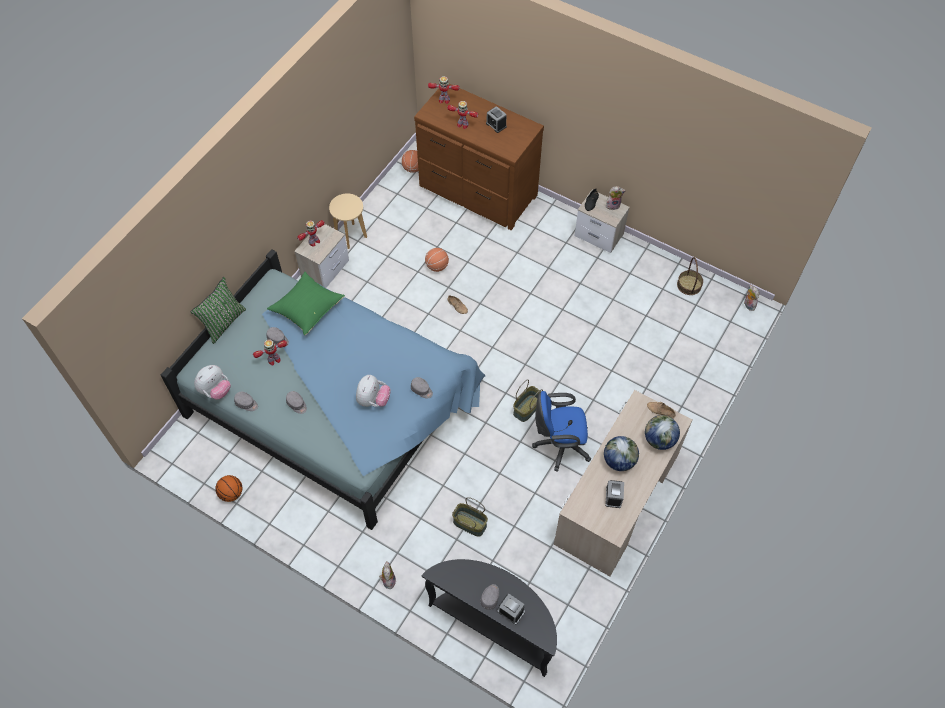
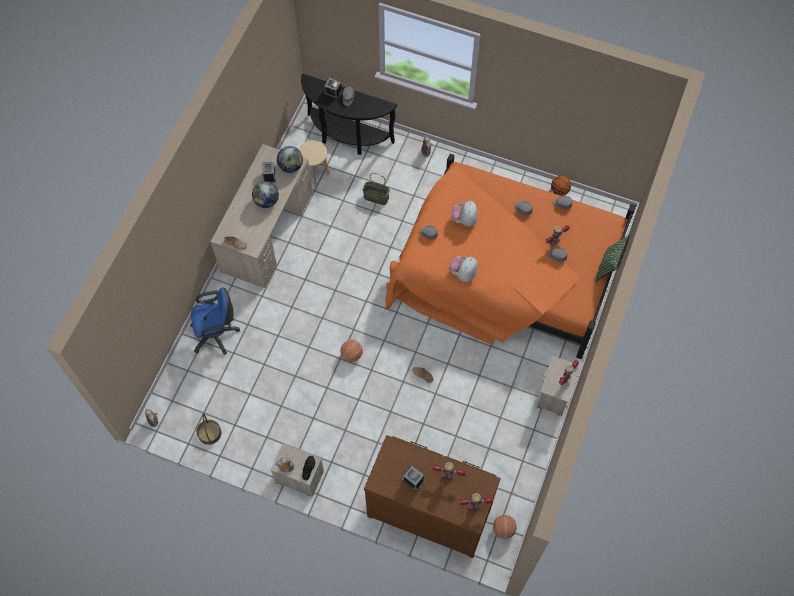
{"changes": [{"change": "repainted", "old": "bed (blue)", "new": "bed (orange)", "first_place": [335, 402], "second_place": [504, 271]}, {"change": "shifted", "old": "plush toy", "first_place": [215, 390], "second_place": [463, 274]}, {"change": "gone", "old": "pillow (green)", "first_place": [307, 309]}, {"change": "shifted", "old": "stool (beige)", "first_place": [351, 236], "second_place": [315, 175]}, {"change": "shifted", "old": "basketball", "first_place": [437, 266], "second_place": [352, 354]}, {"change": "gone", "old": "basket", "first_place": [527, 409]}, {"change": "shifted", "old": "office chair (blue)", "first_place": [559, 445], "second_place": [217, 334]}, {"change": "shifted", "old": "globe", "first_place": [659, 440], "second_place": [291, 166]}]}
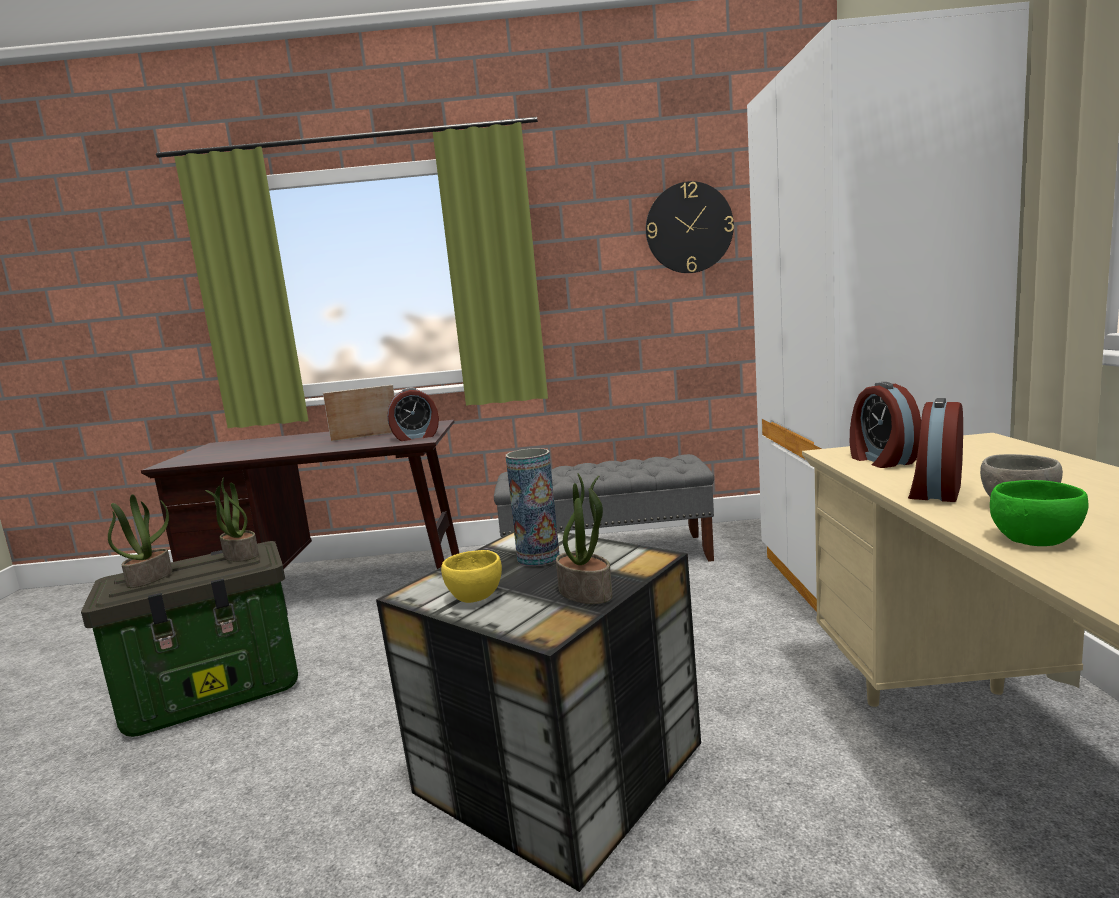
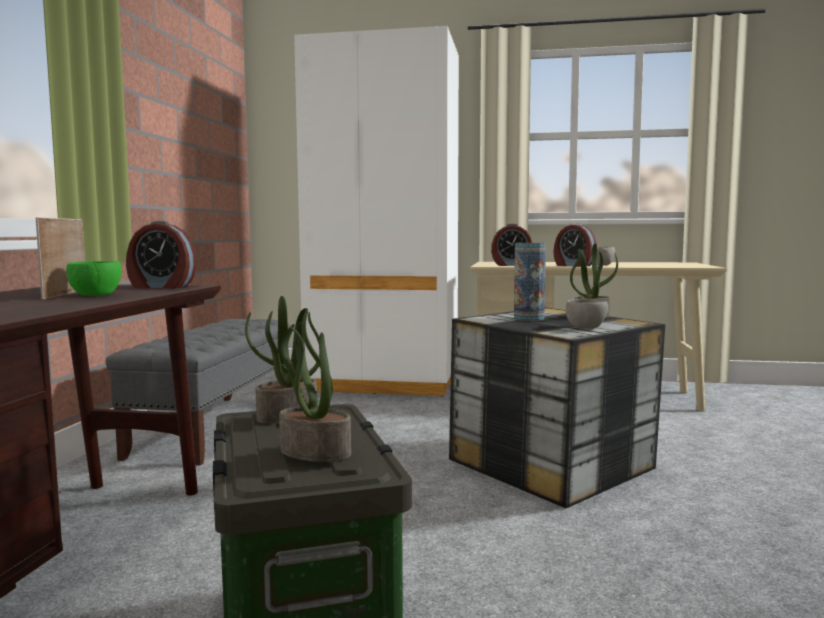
{"changes": [{"change": "rotated", "old": "alarm clock", "first_place": [416, 437], "second_place": [161, 287], "degrees": 105}, {"change": "repainted", "old": "bowl (yellow)", "new": "bowl (grey)", "first_place": [476, 596], "second_place": [585, 327]}, {"change": "gone", "old": "wall clock", "first_place": [689, 228]}, {"change": "shifted", "old": "bowl (green)", "first_place": [1033, 539], "second_place": [94, 295]}]}
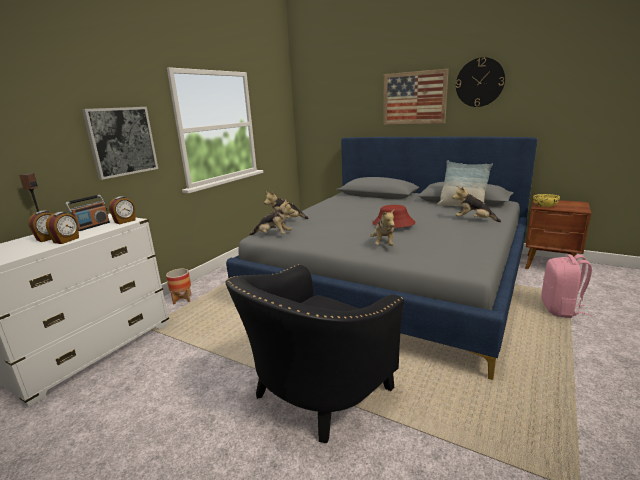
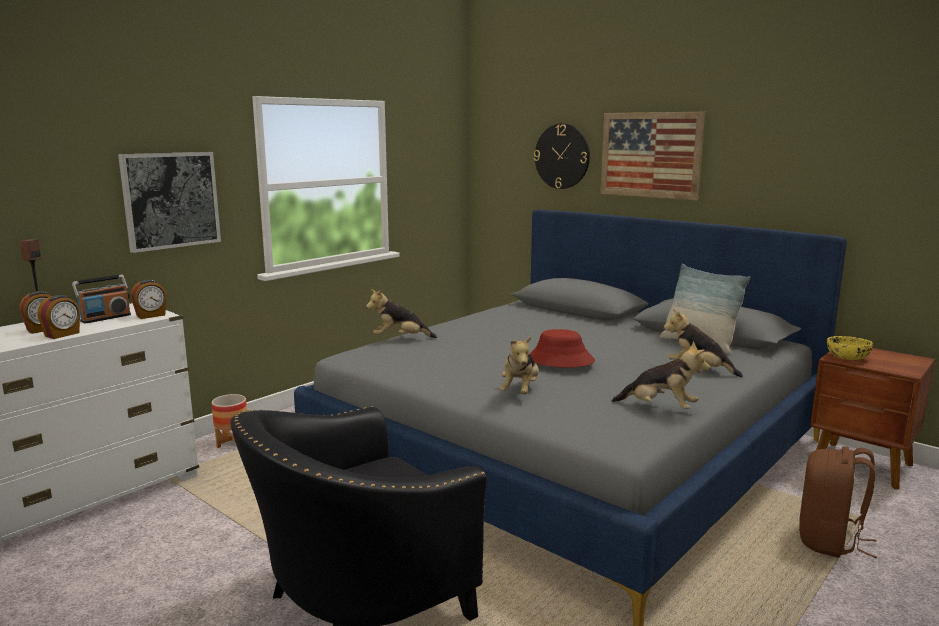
{"changes": [{"change": "shifted", "old": "plush toy", "first_place": [273, 236], "second_place": [660, 408]}, {"change": "shifted", "old": "wall clock", "first_place": [479, 82], "second_place": [562, 156]}, {"change": "repainted", "old": "backpack (pink)", "new": "backpack (brown)", "first_place": [560, 309], "second_place": [830, 541]}]}
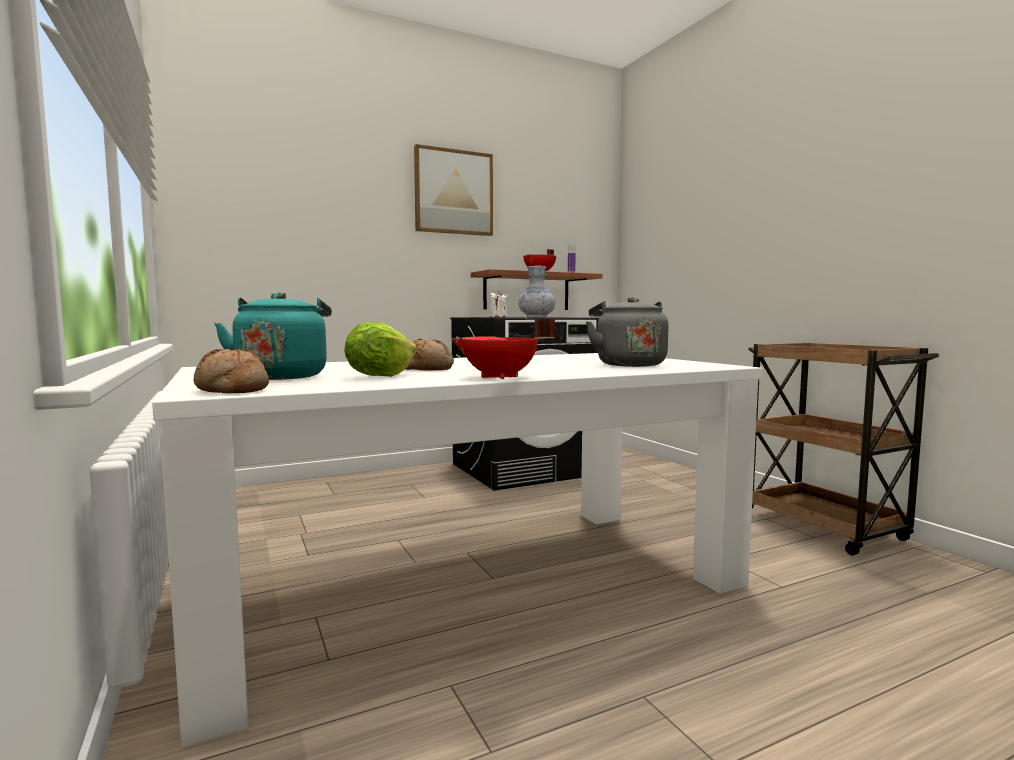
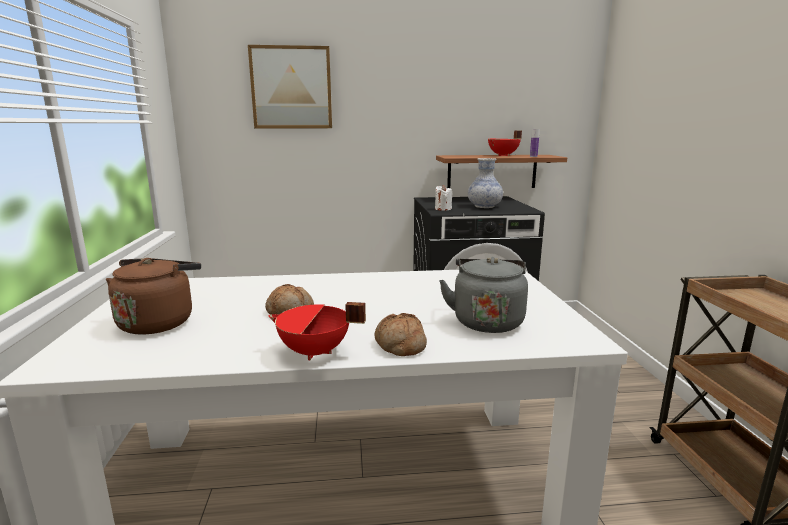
{"changes": [{"change": "shifted", "old": "bread", "first_place": [231, 390], "second_place": [399, 345]}, {"change": "repainted", "old": "kettle (turquoise)", "new": "kettle (brown)", "first_place": [282, 376], "second_place": [159, 322]}, {"change": "gone", "old": "lettuce", "first_place": [380, 376]}, {"change": "shifted", "old": "picture", "first_place": [453, 192], "second_place": [291, 88]}]}
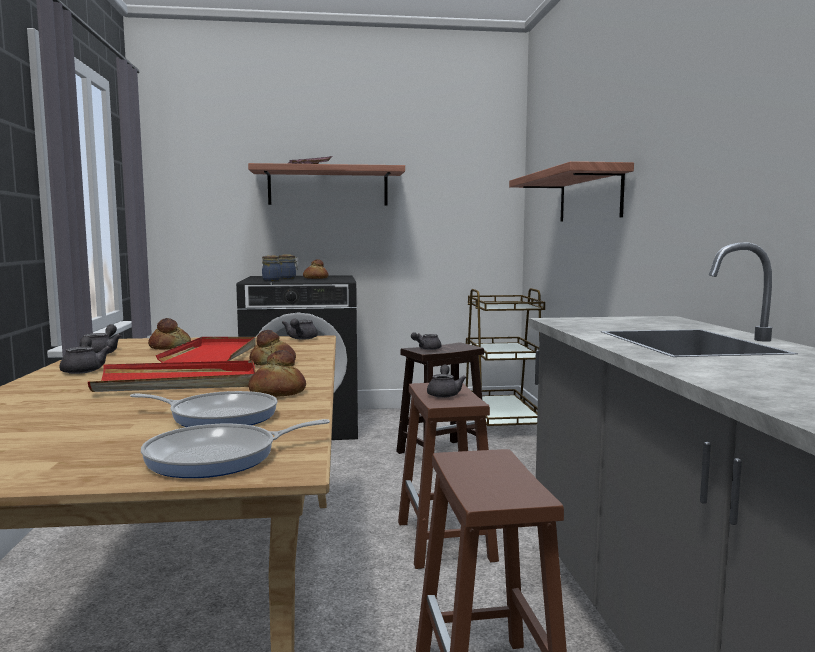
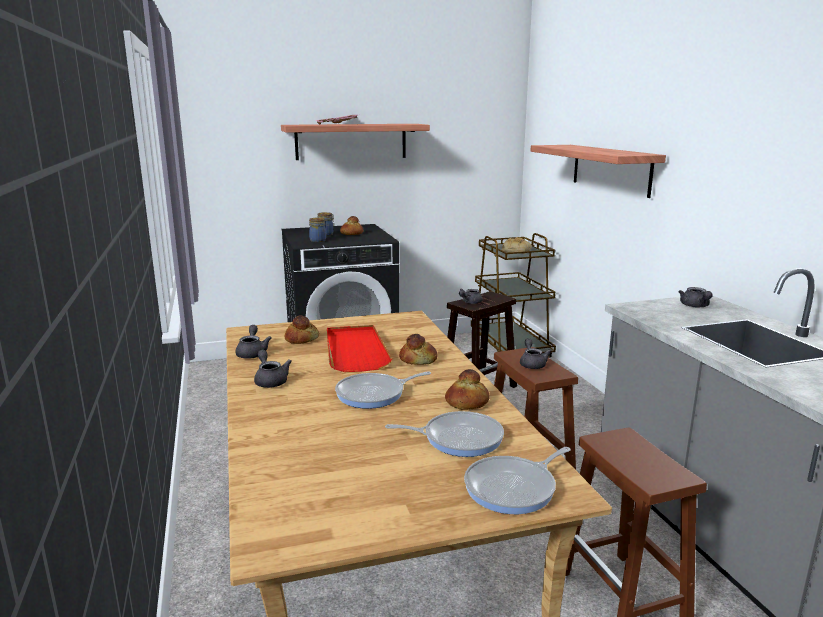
{"changes": [{"change": "swapped", "old": "tray (red)", "new": "frying pan", "first_place": [178, 383], "second_place": [374, 394]}, {"change": "shifted", "old": "teapot (grey)", "first_place": [300, 339], "second_place": [695, 306]}, {"change": "new", "new": "bread", "second_place": [516, 250]}]}
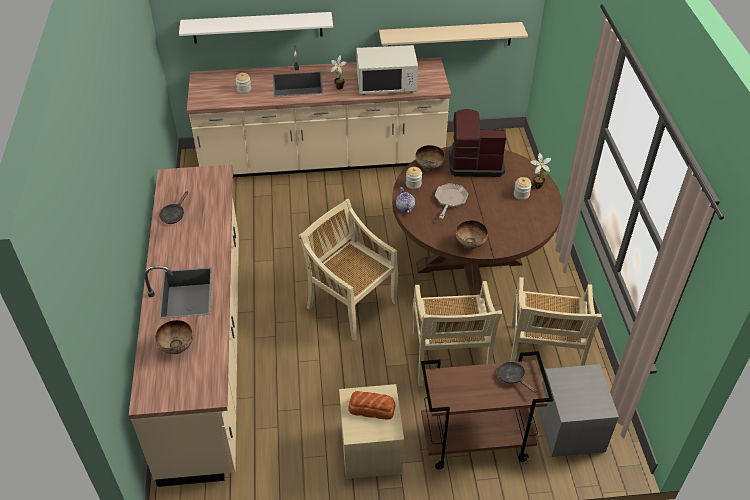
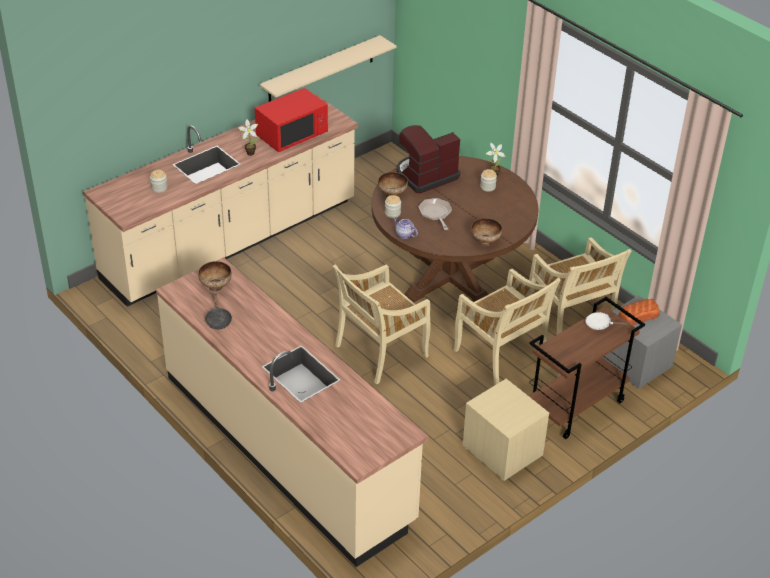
{"changes": [{"change": "shifted", "old": "bowl", "first_place": [177, 348], "second_place": [216, 287]}, {"change": "gone", "old": "shelf (white)", "first_place": [257, 27]}, {"change": "rotated", "old": "chair (beige)", "first_place": [351, 304], "second_place": [380, 352], "degrees": -45}, {"change": "shifted", "old": "bread", "first_place": [371, 408], "second_place": [638, 316]}, {"change": "repainted", "old": "microwave (white)", "new": "microwave (red)", "first_place": [386, 84], "second_place": [292, 135]}, {"change": "repainted", "old": "frying pan (black)", "new": "frying pan (white)", "first_place": [512, 377], "second_place": [600, 325]}]}
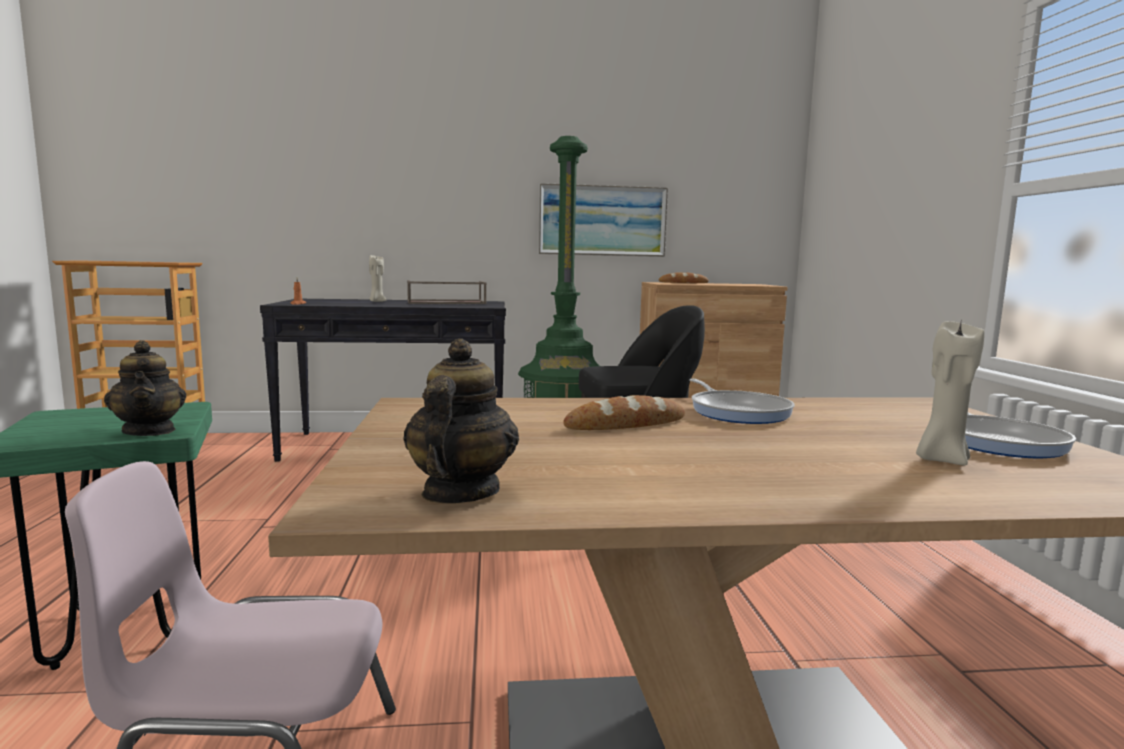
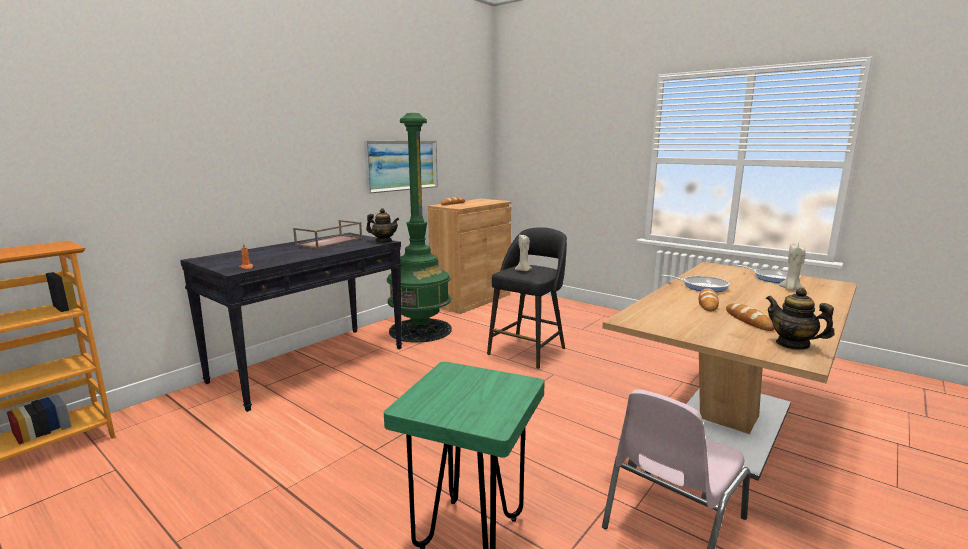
{"changes": [{"change": "shifted", "old": "teapot", "first_place": [150, 431], "second_place": [383, 241]}, {"change": "shifted", "old": "candle (beige)", "first_place": [377, 301], "second_place": [523, 270]}, {"change": "new", "new": "bread", "second_place": [748, 320]}]}
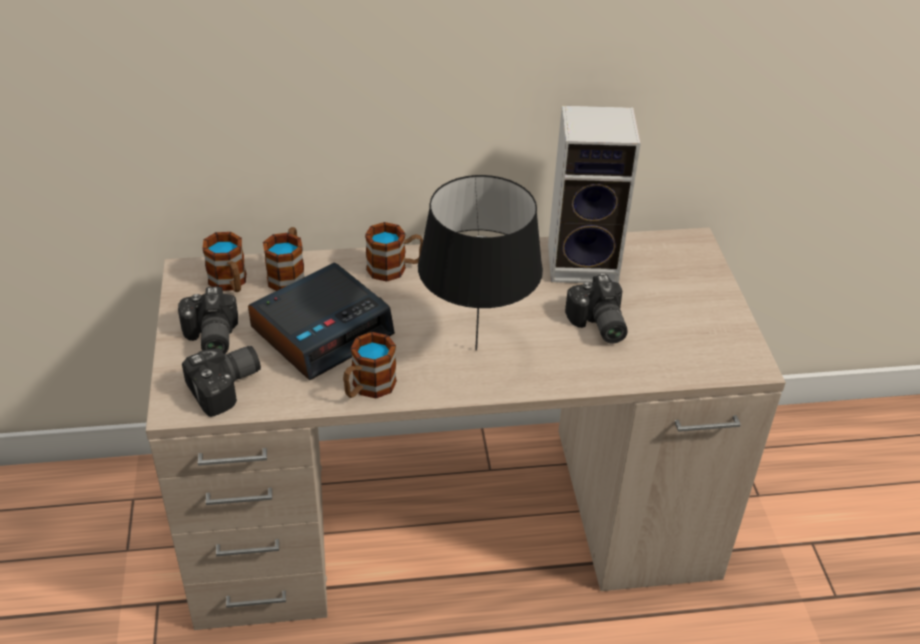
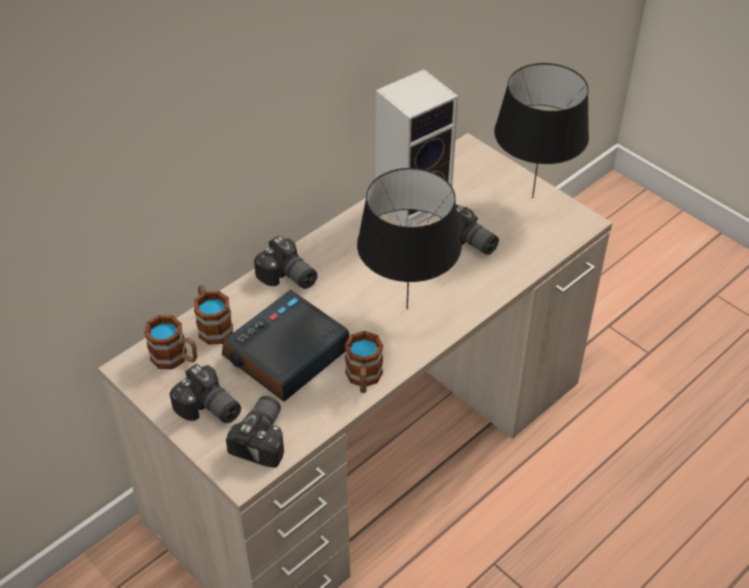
{"changes": [{"change": "rotated", "old": "alarm clock", "first_place": [322, 330], "second_place": [286, 355], "degrees": -150}, {"change": "swapped", "old": "mug", "new": "photo camera", "first_place": [394, 268], "second_place": [287, 278]}, {"change": "new", "new": "table lamp (black)", "second_place": [533, 197]}]}
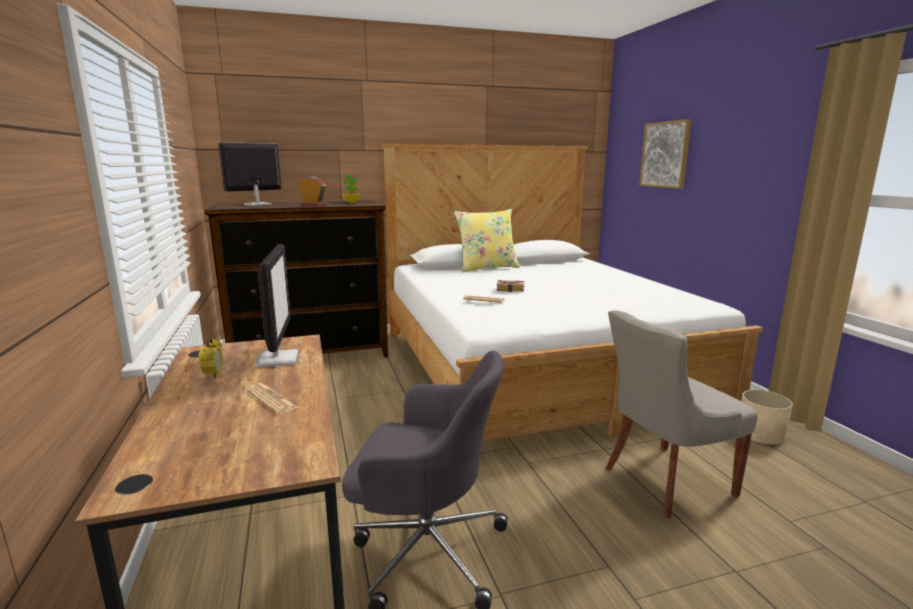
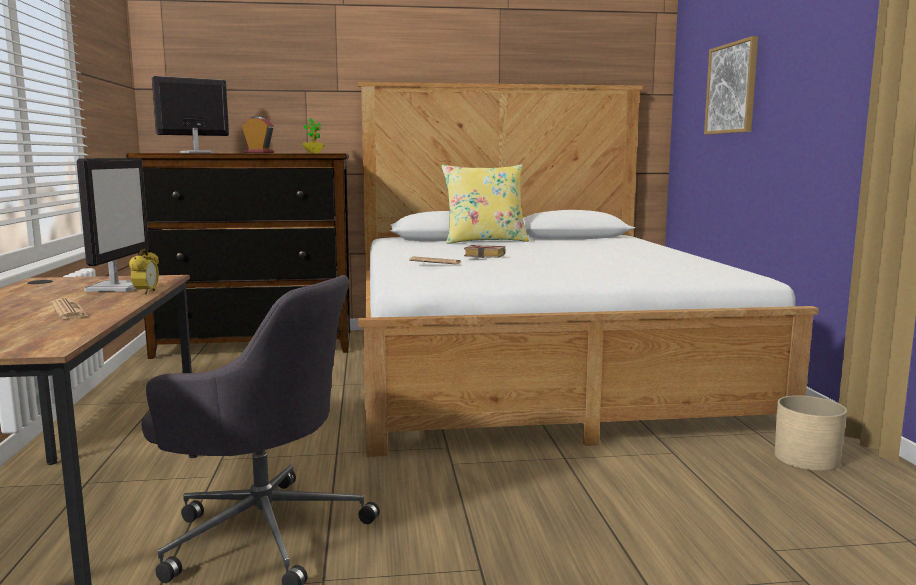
{"changes": [{"change": "shifted", "old": "alarm clock", "first_place": [214, 375], "second_place": [146, 292]}, {"change": "gone", "old": "chair (grey)", "first_place": [664, 481]}]}
